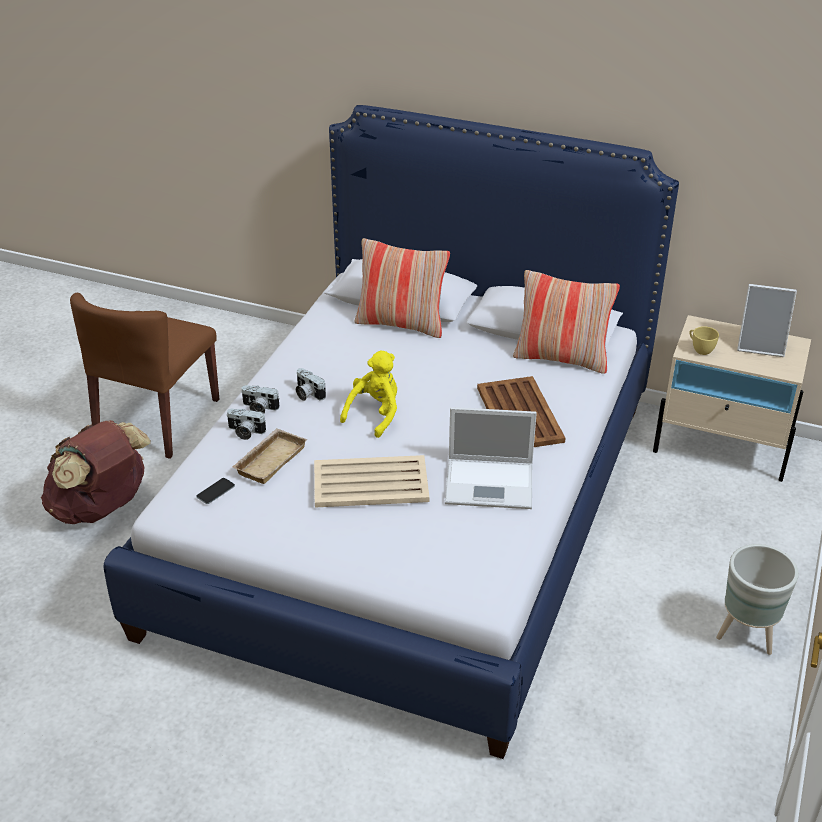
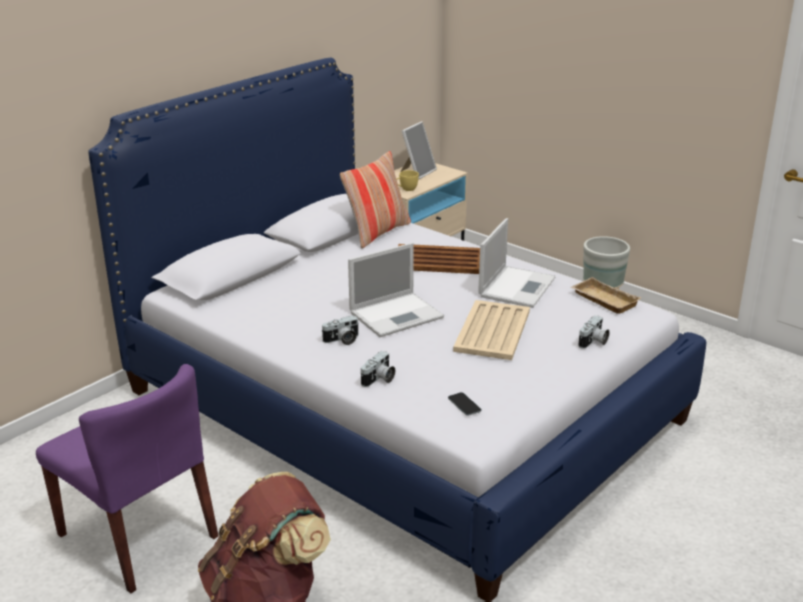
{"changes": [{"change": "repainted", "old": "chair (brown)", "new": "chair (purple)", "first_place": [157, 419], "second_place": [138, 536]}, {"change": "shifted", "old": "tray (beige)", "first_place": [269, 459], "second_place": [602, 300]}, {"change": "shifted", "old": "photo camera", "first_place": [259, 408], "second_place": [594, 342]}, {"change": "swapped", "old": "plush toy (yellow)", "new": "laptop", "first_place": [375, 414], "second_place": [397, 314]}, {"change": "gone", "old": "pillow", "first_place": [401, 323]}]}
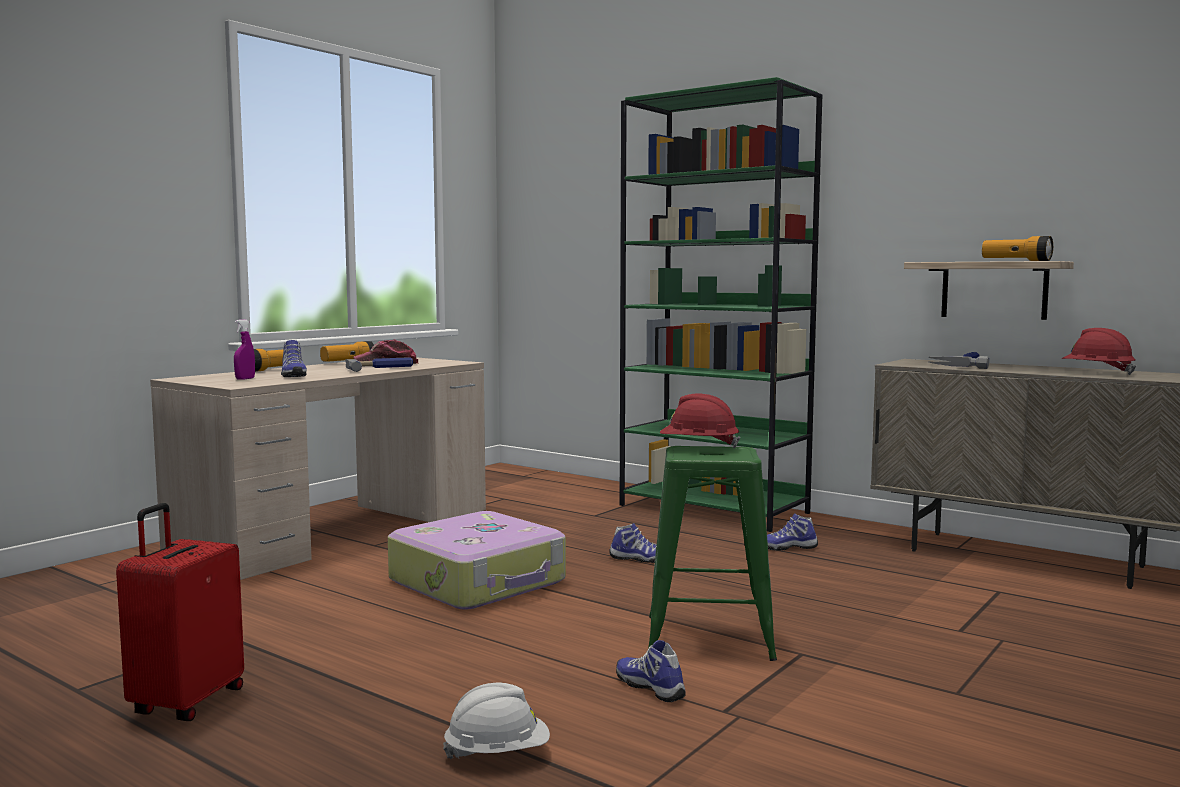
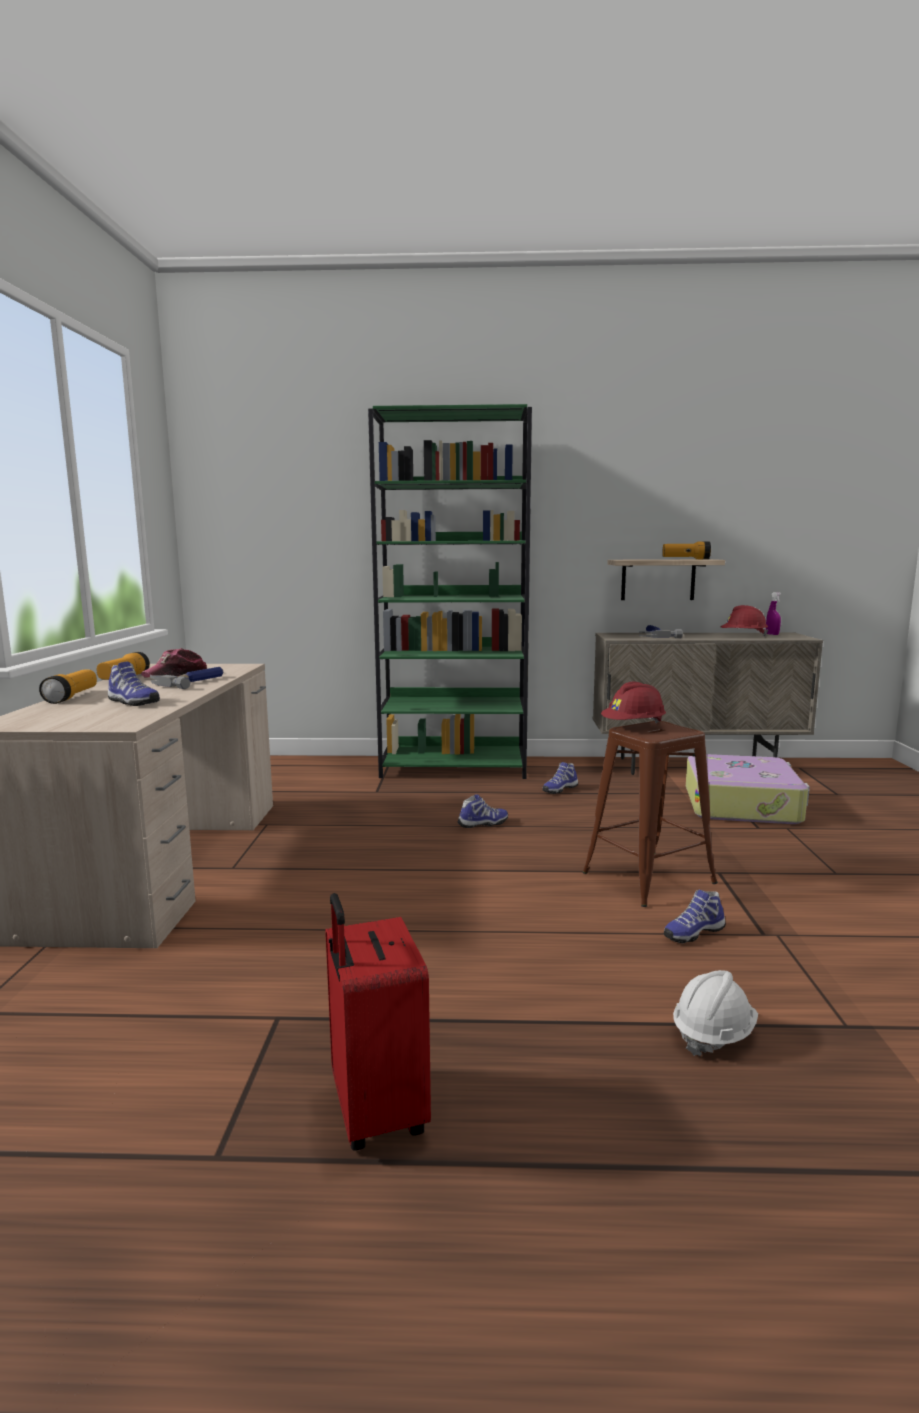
{"changes": [{"change": "shifted", "old": "spray bottle (purple)", "first_place": [245, 379], "second_place": [772, 634]}, {"change": "shifted", "old": "suitcase", "first_place": [479, 581], "second_place": [742, 805]}, {"change": "rotated", "old": "shoe", "first_place": [651, 687], "second_place": [693, 932], "degrees": -45}, {"change": "repainted", "old": "stool (green)", "new": "stool (brown)", "first_place": [707, 637], "second_place": [647, 878]}]}
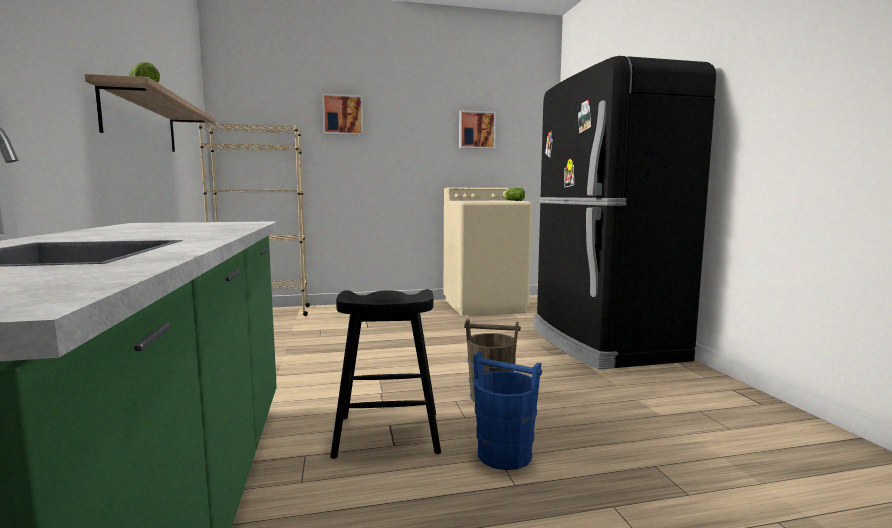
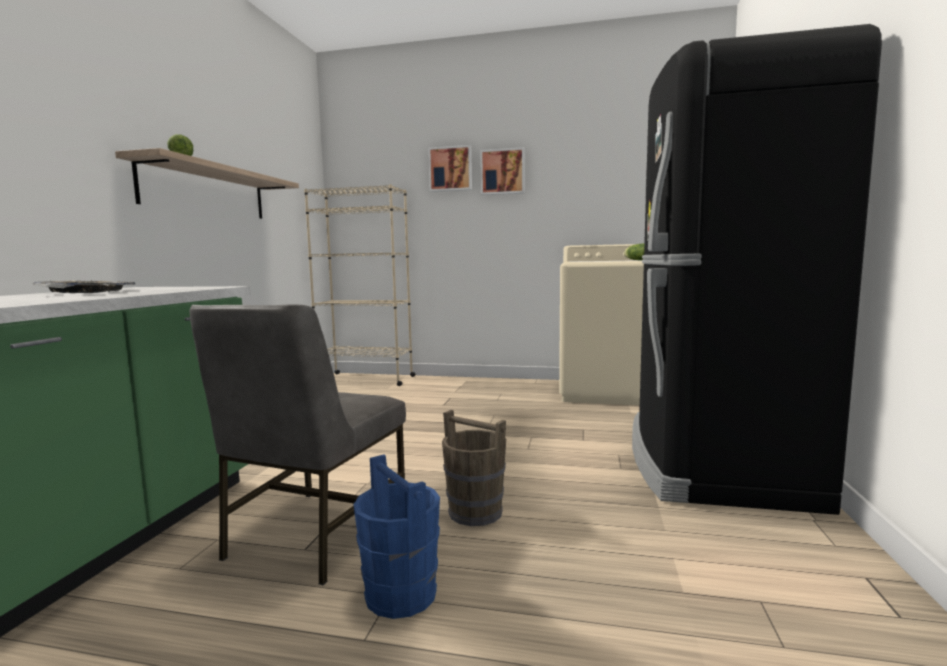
{"changes": [{"change": "swapped", "old": "stool (black)", "new": "chair (grey)", "first_place": [388, 434], "second_place": [314, 534]}, {"change": "shifted", "old": "picture", "first_place": [476, 130], "second_place": [502, 172]}, {"change": "new", "new": "tray", "second_place": [87, 292]}]}
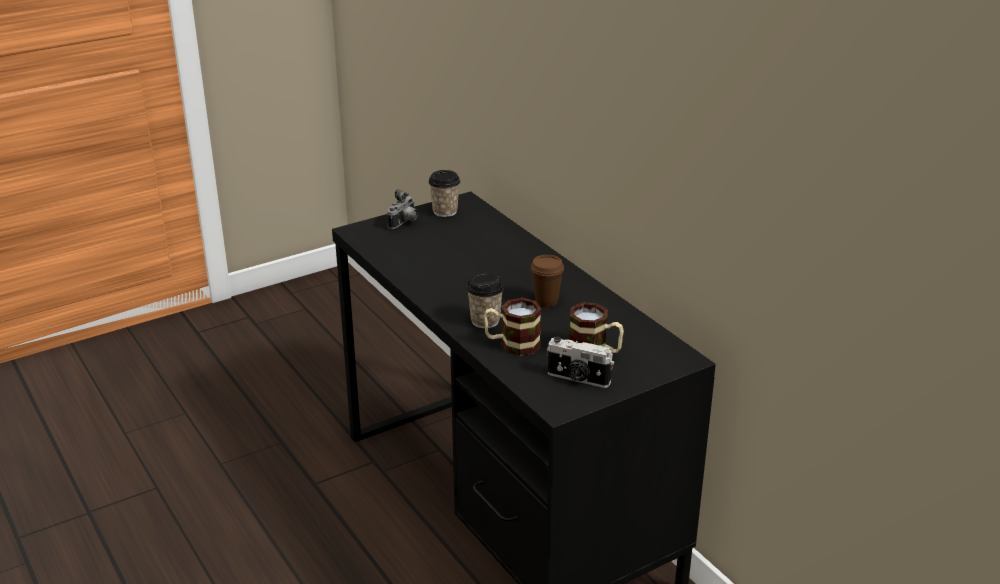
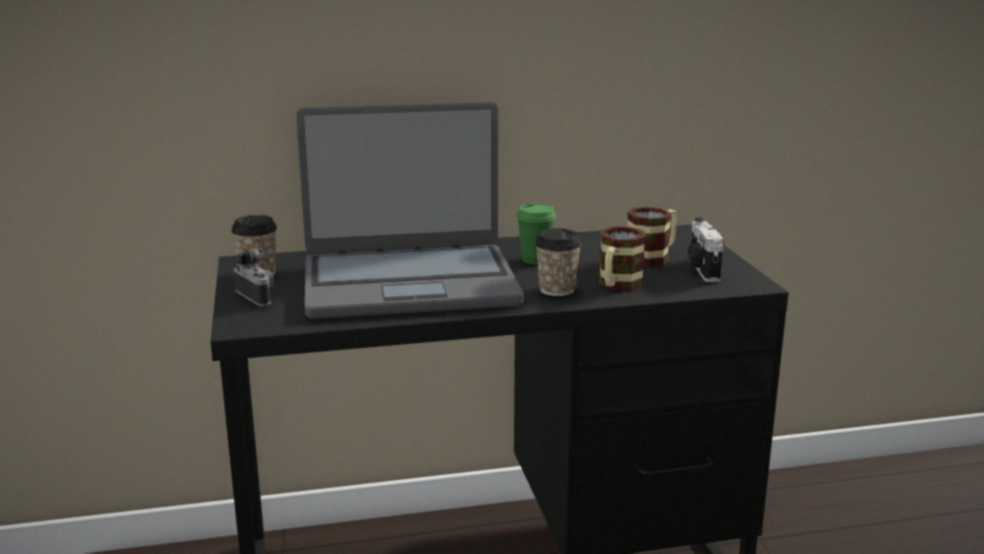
{"changes": [{"change": "repainted", "old": "cup (brown)", "new": "cup (green)", "first_place": [546, 301], "second_place": [535, 260]}, {"change": "rotated", "old": "photo camera", "first_place": [578, 379], "second_place": [702, 270], "degrees": 135}, {"change": "new", "new": "laptop", "second_place": [409, 283]}]}
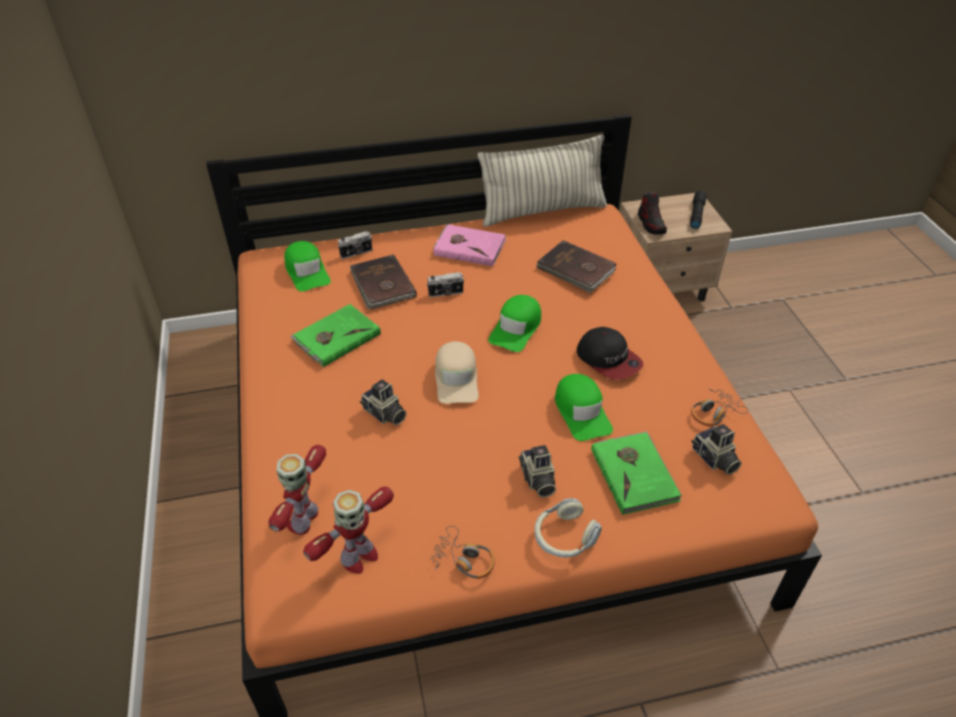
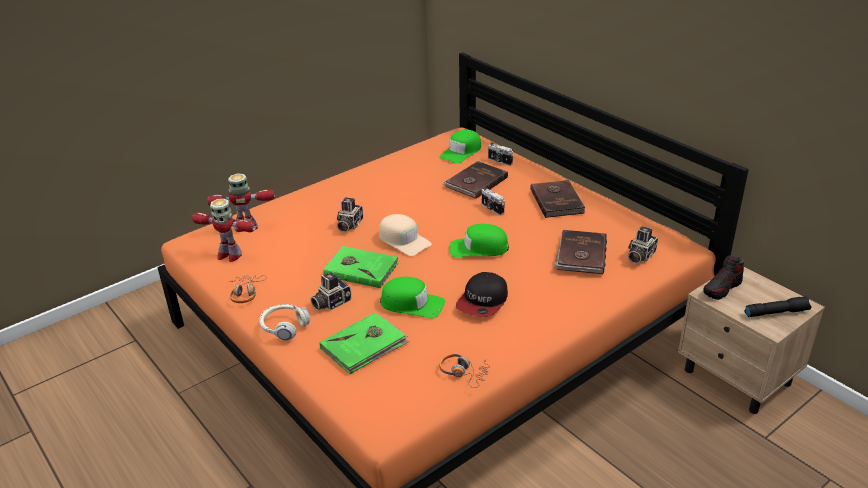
{"changes": [{"change": "shifted", "old": "book (green)", "first_place": [336, 337], "second_place": [361, 269]}, {"change": "repainted", "old": "book (pink)", "new": "book (brown)", "first_place": [469, 247], "second_place": [557, 201]}, {"change": "rotated", "old": "cap (beige)", "first_place": [456, 378], "second_place": [403, 240], "degrees": -105}, {"change": "gone", "old": "pillow", "first_place": [542, 211]}, {"change": "rotated", "old": "cap (green)", "first_place": [581, 412], "second_place": [412, 304], "degrees": -120}, {"change": "shifted", "old": "photo camera", "first_place": [714, 459], "second_place": [639, 256]}]}
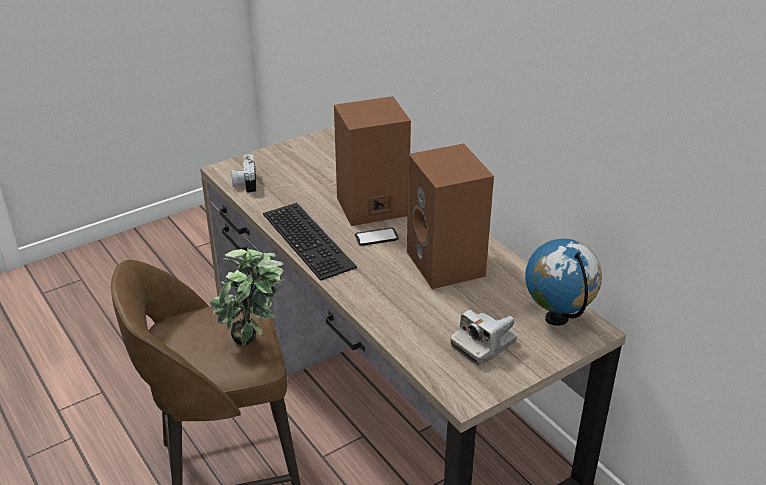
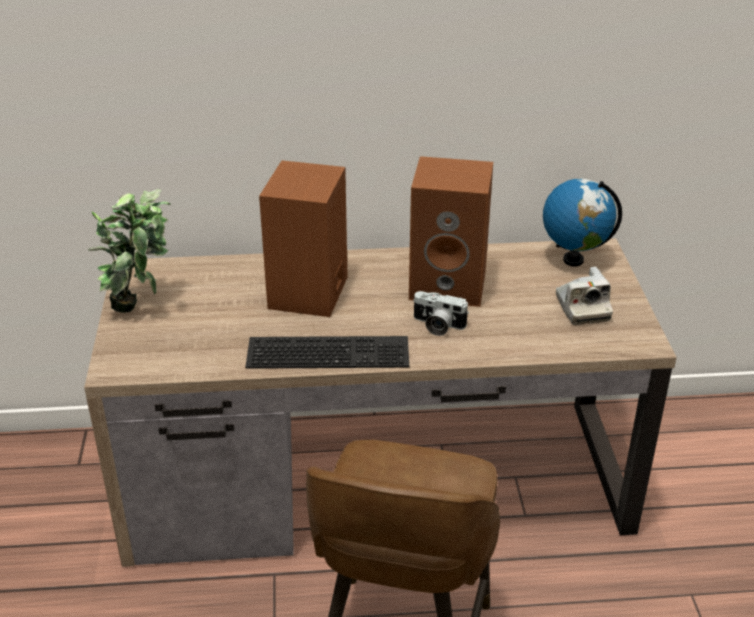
{"changes": [{"change": "shifted", "old": "potted plant", "first_place": [254, 346], "second_place": [141, 305]}, {"change": "shifted", "old": "photo camera", "first_place": [245, 183], "second_place": [437, 325]}, {"change": "gone", "old": "phone", "first_place": [376, 237]}]}
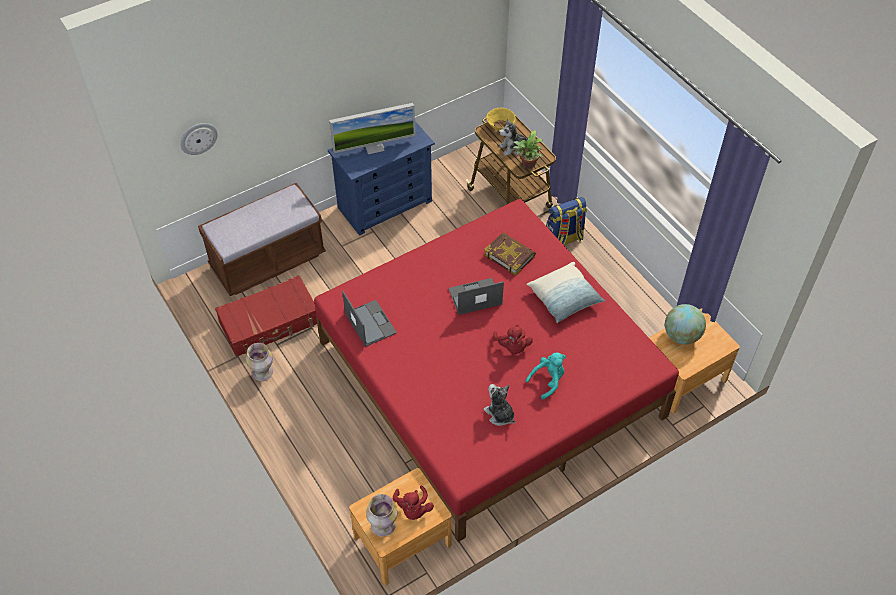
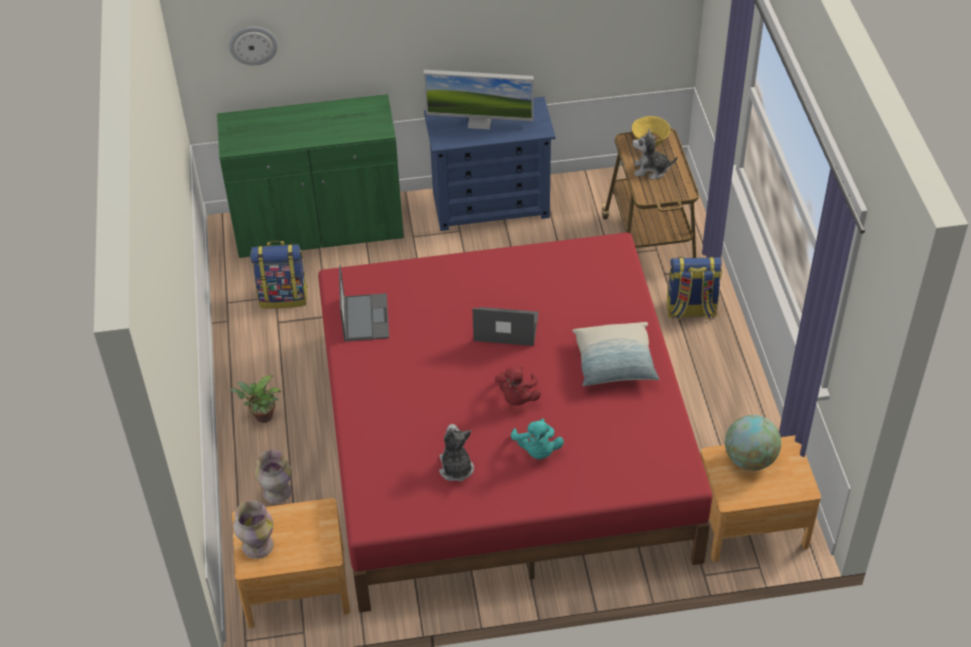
{"changes": [{"change": "swapped", "old": "bench (brown)", "new": "cabinet (green)", "first_place": [268, 261], "second_place": [319, 228]}, {"change": "swapped", "old": "suitcase (red)", "new": "backpack", "first_place": [270, 323], "second_place": [283, 296]}, {"change": "shifted", "old": "vase", "first_place": [262, 373], "second_place": [276, 493]}, {"change": "gone", "old": "plush toy (red)", "first_place": [413, 509]}, {"change": "gone", "old": "book", "first_place": [509, 255]}, {"change": "shifted", "old": "potted plant", "first_place": [527, 165], "second_place": [261, 417]}, {"change": "rotated", "old": "plush toy (turquoise)", "first_place": [548, 381], "second_place": [537, 450], "degrees": 90}]}
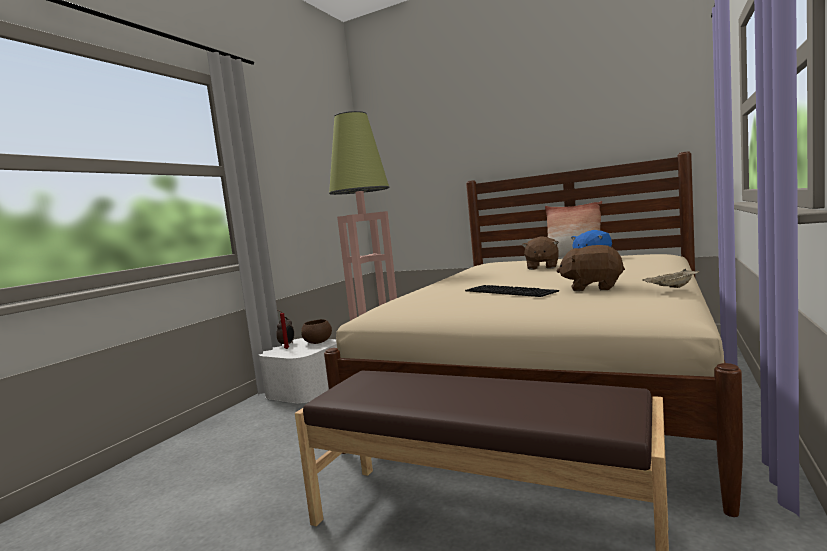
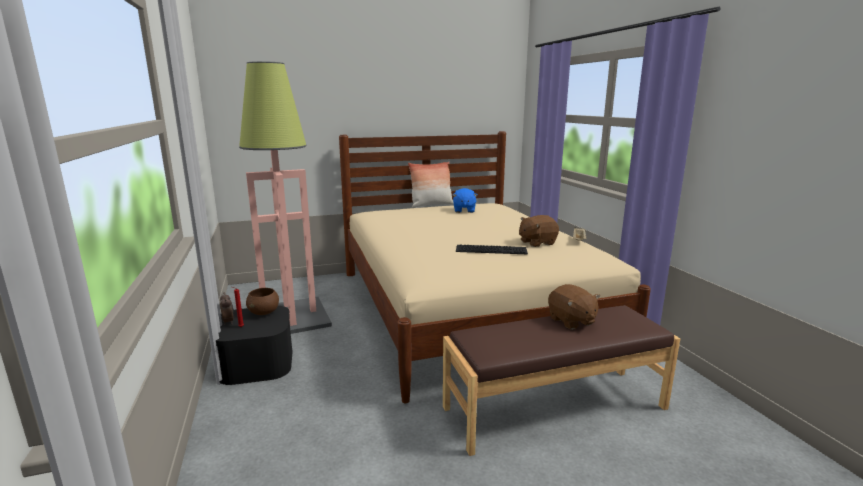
{"changes": [{"change": "repainted", "old": "storage box (white)", "new": "storage box (black)", "first_place": [304, 389], "second_place": [256, 363]}, {"change": "shifted", "old": "plush toy (brown)", "first_place": [542, 267], "second_place": [571, 321]}]}
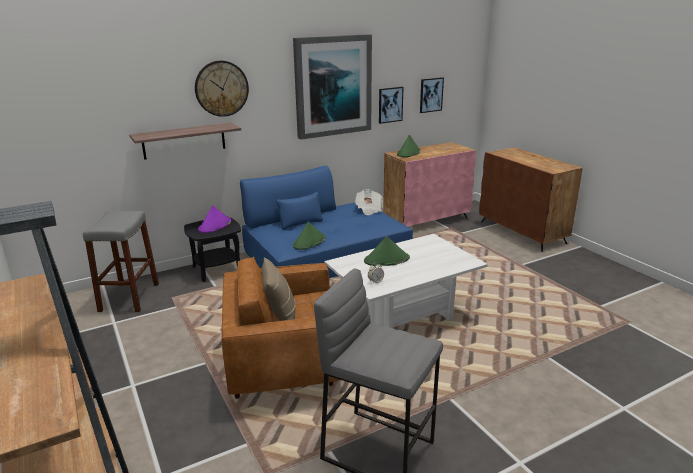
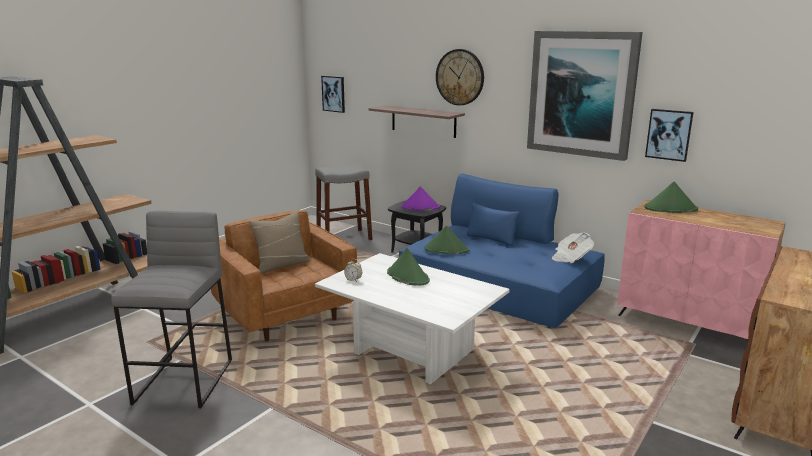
{"changes": [{"change": "shifted", "old": "picture", "first_place": [431, 95], "second_place": [333, 94]}]}
